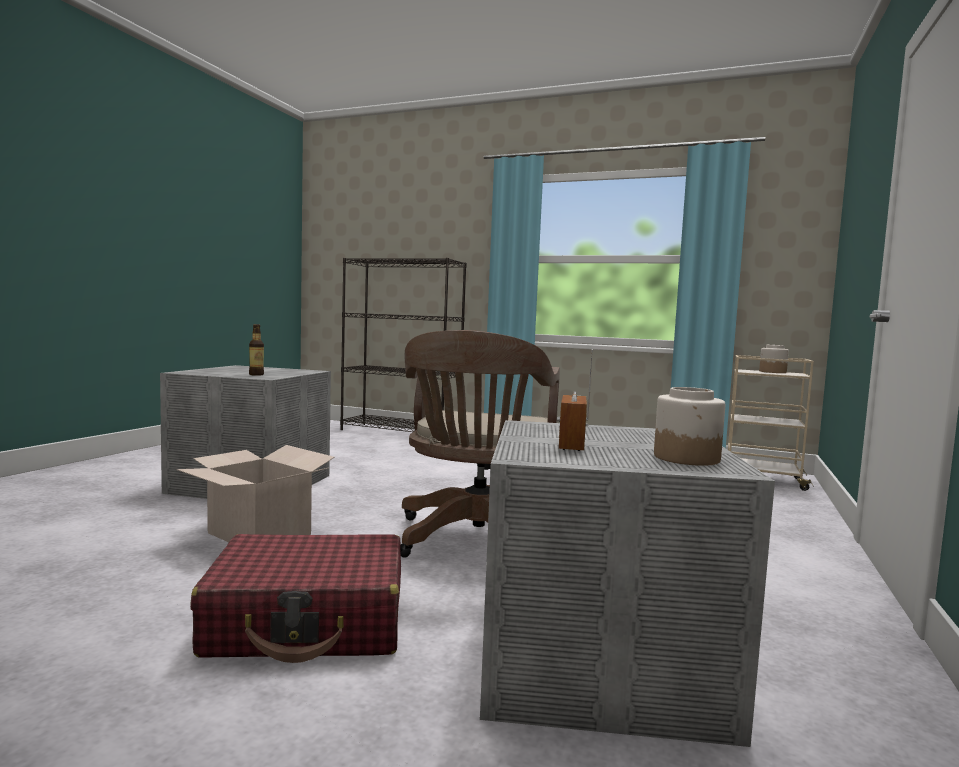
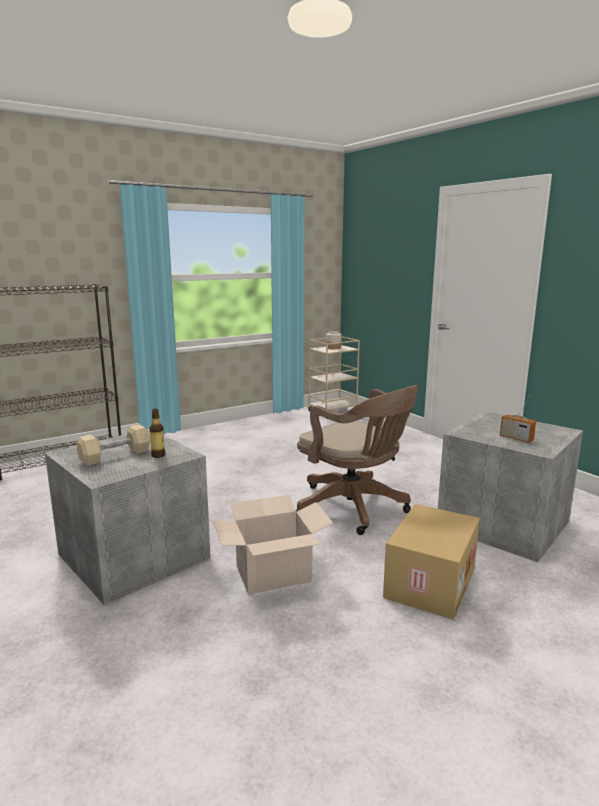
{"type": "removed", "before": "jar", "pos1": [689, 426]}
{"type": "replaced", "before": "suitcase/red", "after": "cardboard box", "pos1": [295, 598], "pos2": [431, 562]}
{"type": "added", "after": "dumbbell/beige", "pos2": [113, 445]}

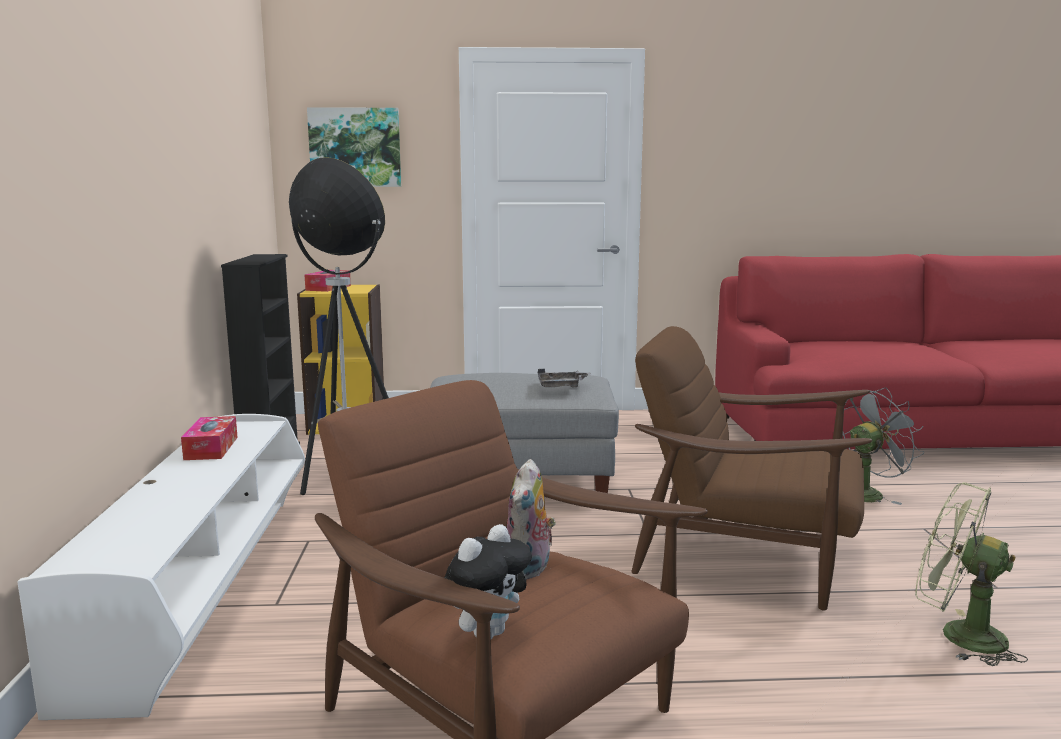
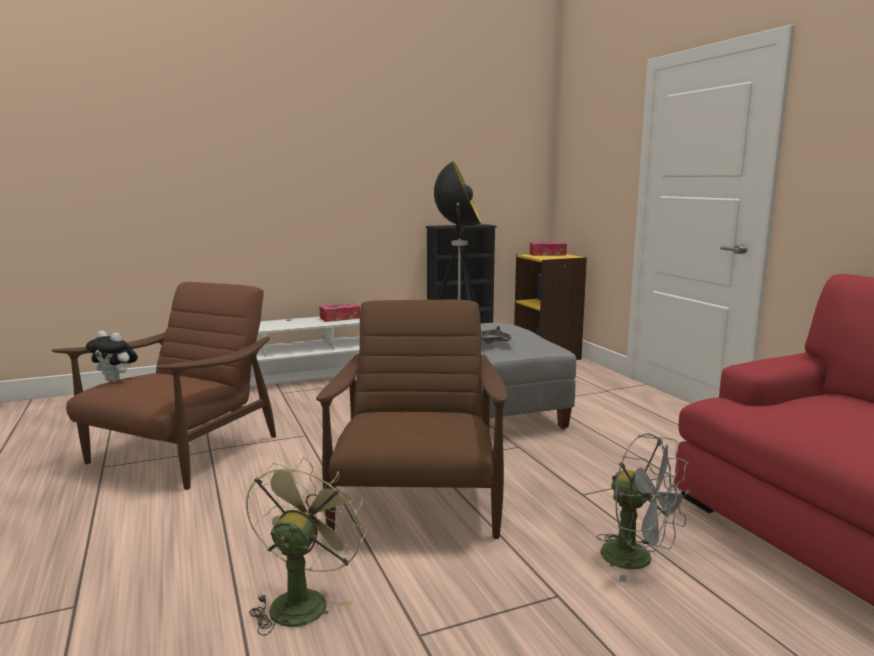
{"type": "removed", "before": "picture", "pos1": [354, 147]}
{"type": "removed", "before": "plush toy", "pos1": [531, 519]}

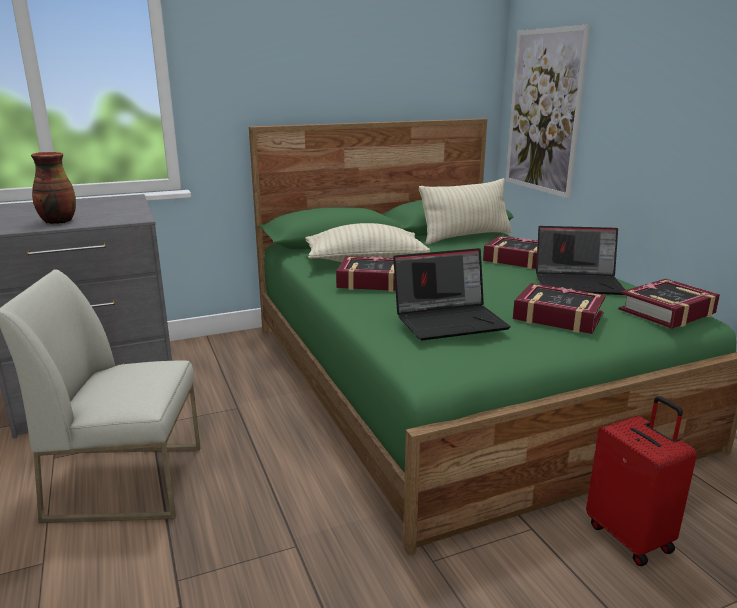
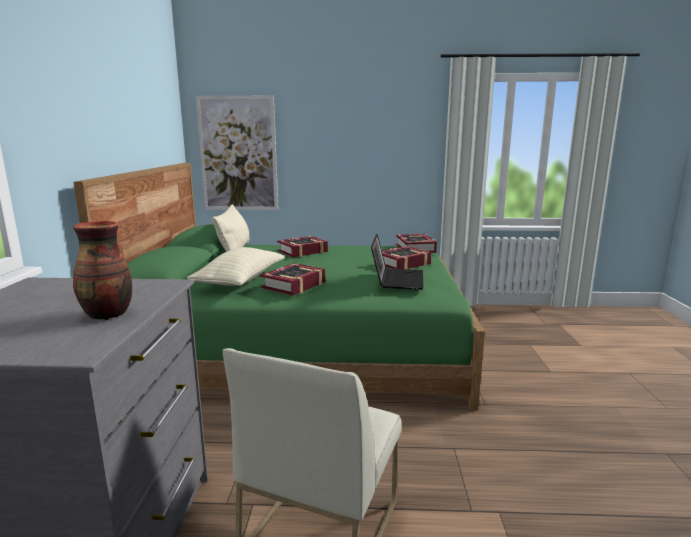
{"type": "removed", "before": "laptop", "pos1": [580, 260]}
{"type": "removed", "before": "suitcase/red", "pos1": [641, 481]}

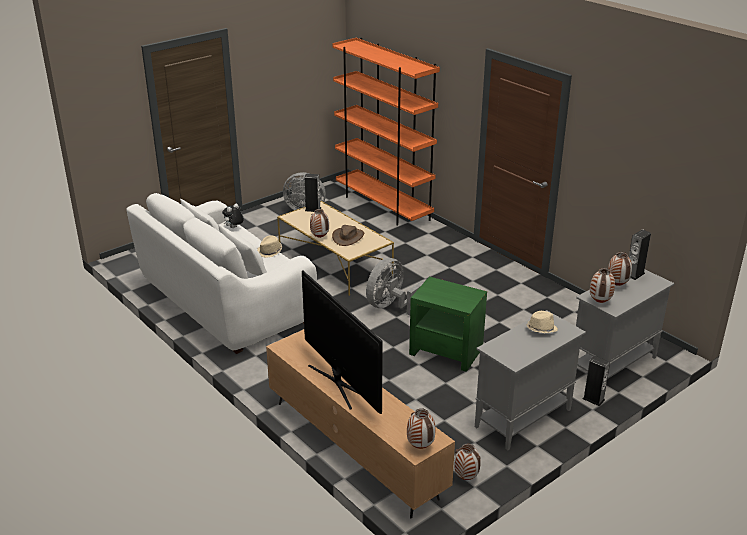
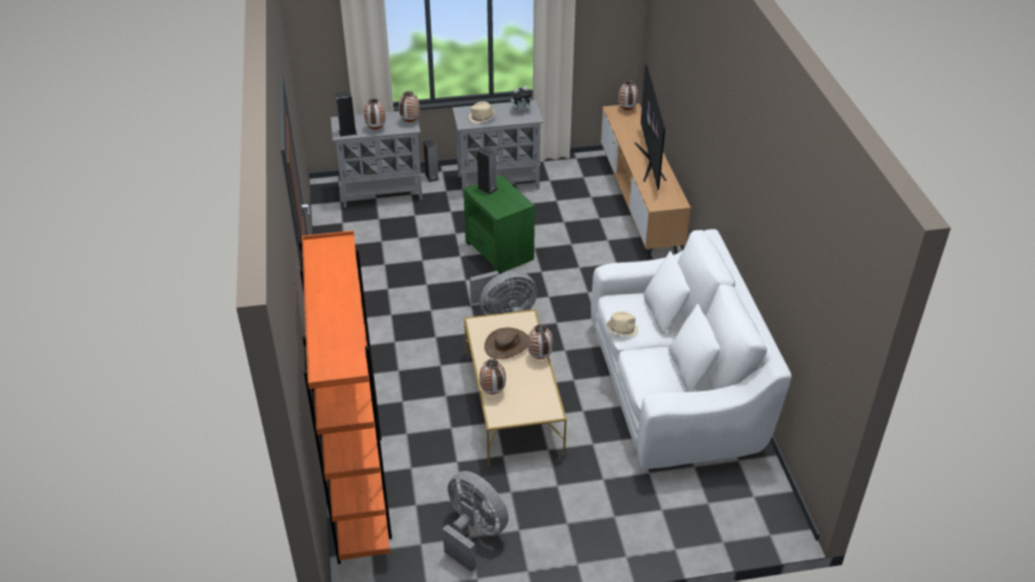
{"type": "moved", "before": "speaker", "pos1": [312, 192], "pos2": [487, 170]}
{"type": "moved", "before": "plush toy", "pos1": [233, 215], "pos2": [522, 99]}
{"type": "moved", "before": "vase", "pos1": [467, 461], "pos2": [492, 376]}

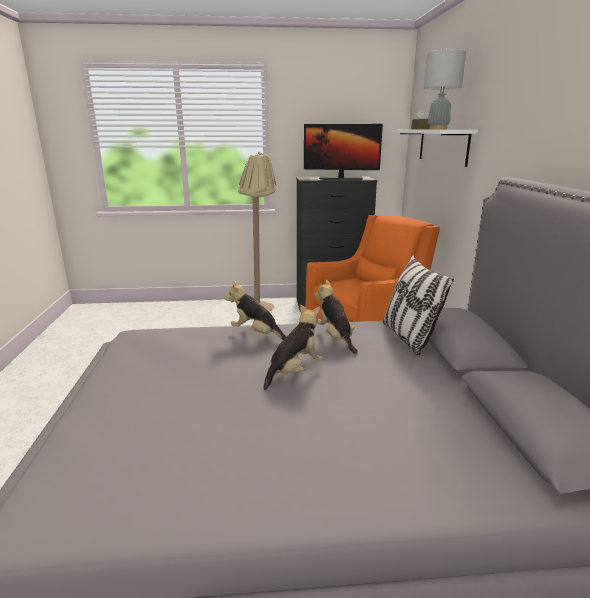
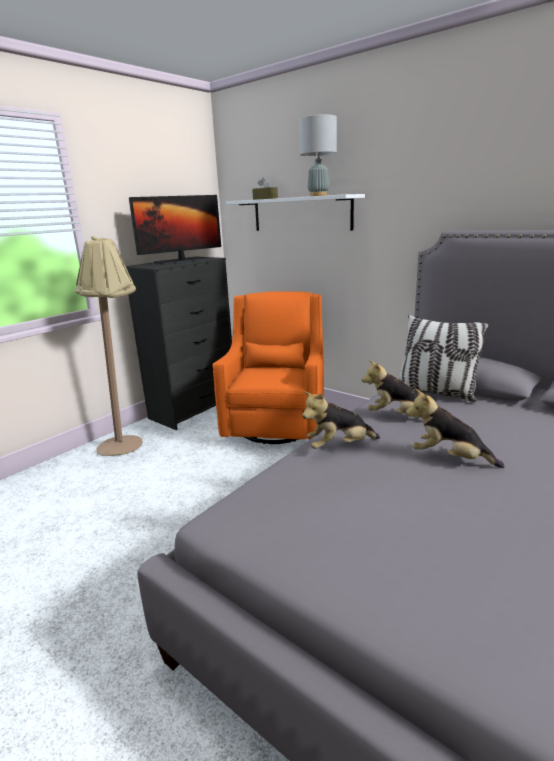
{"type": "turned", "before": "plush toy", "pos1": [293, 347], "pos2": [455, 428], "turn": -60}

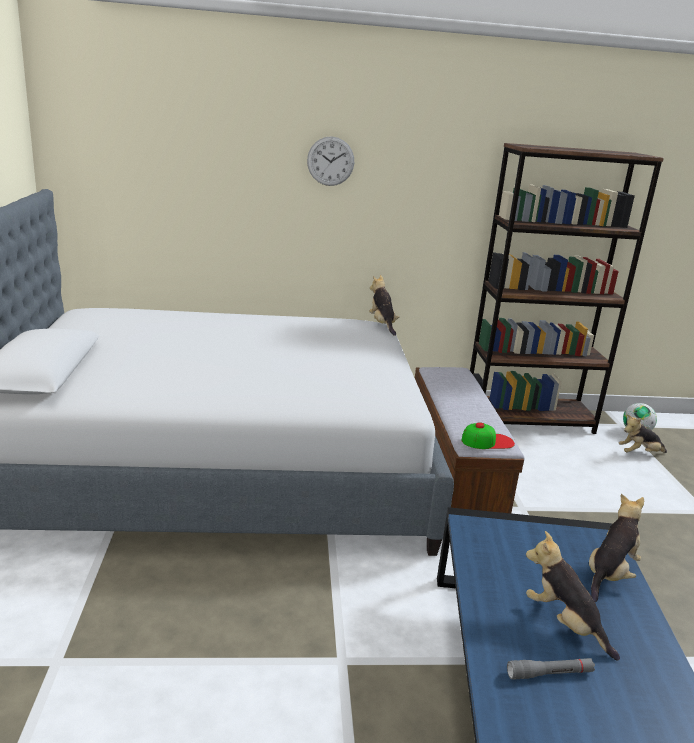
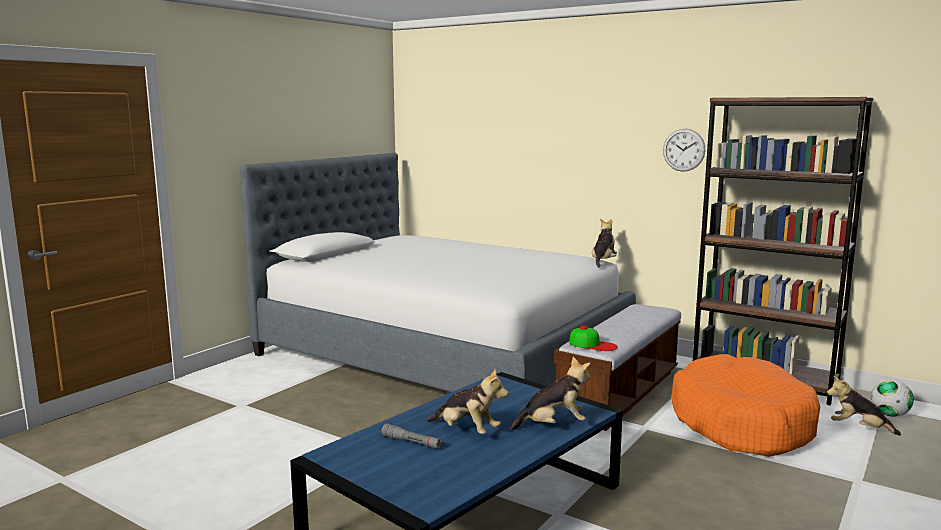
{"type": "moved", "before": "wall clock", "pos1": [330, 161], "pos2": [684, 150]}
{"type": "turned", "before": "plush toy", "pos1": [573, 596], "pos2": [468, 401], "turn": 120}
{"type": "added", "after": "dog bed/orange", "pos2": [745, 405]}

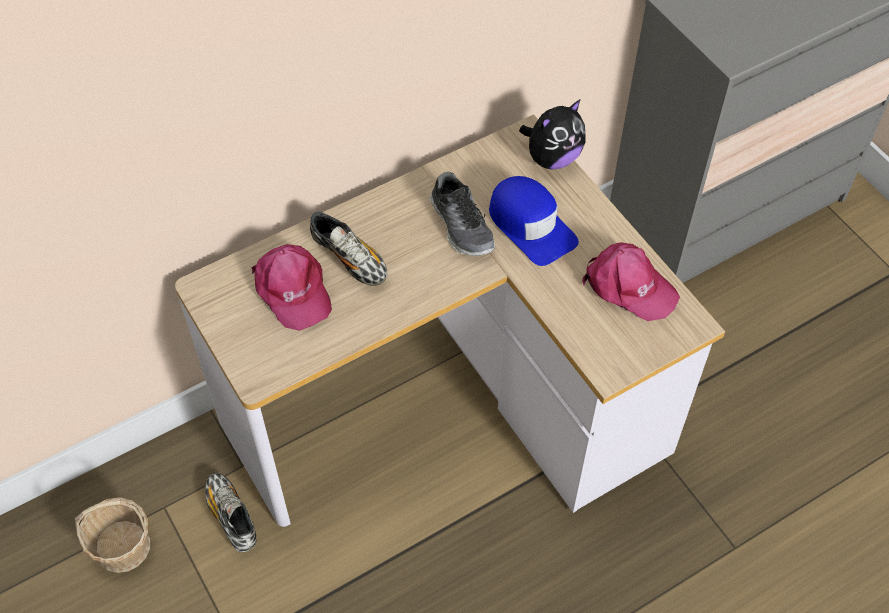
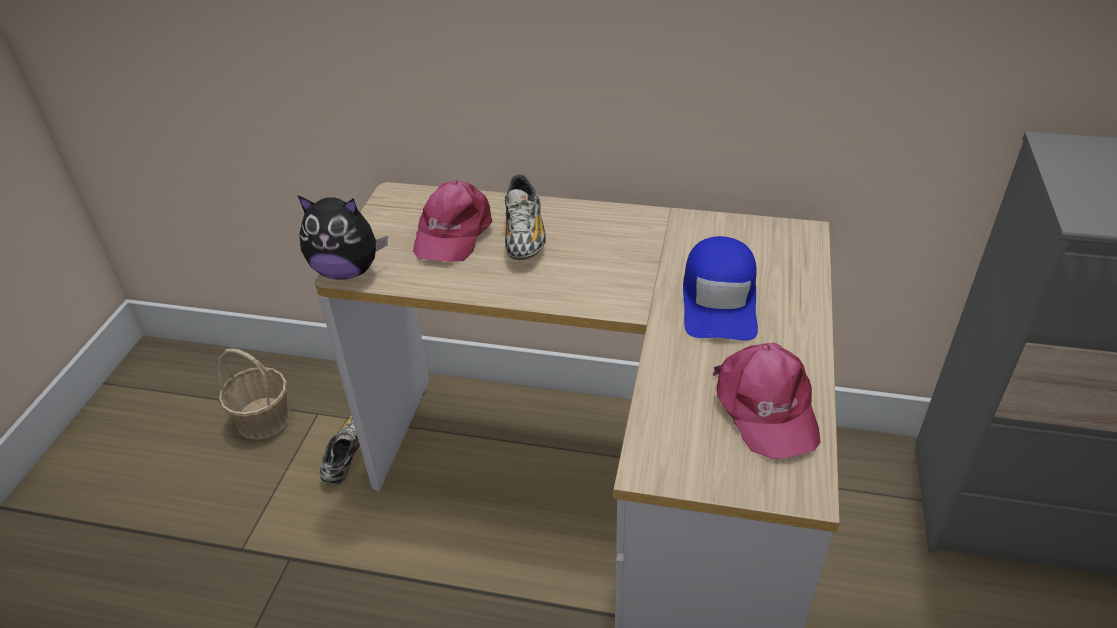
{"type": "moved", "before": "plush toy", "pos1": [552, 134], "pos2": [343, 238]}
{"type": "removed", "before": "shoe", "pos1": [462, 214]}

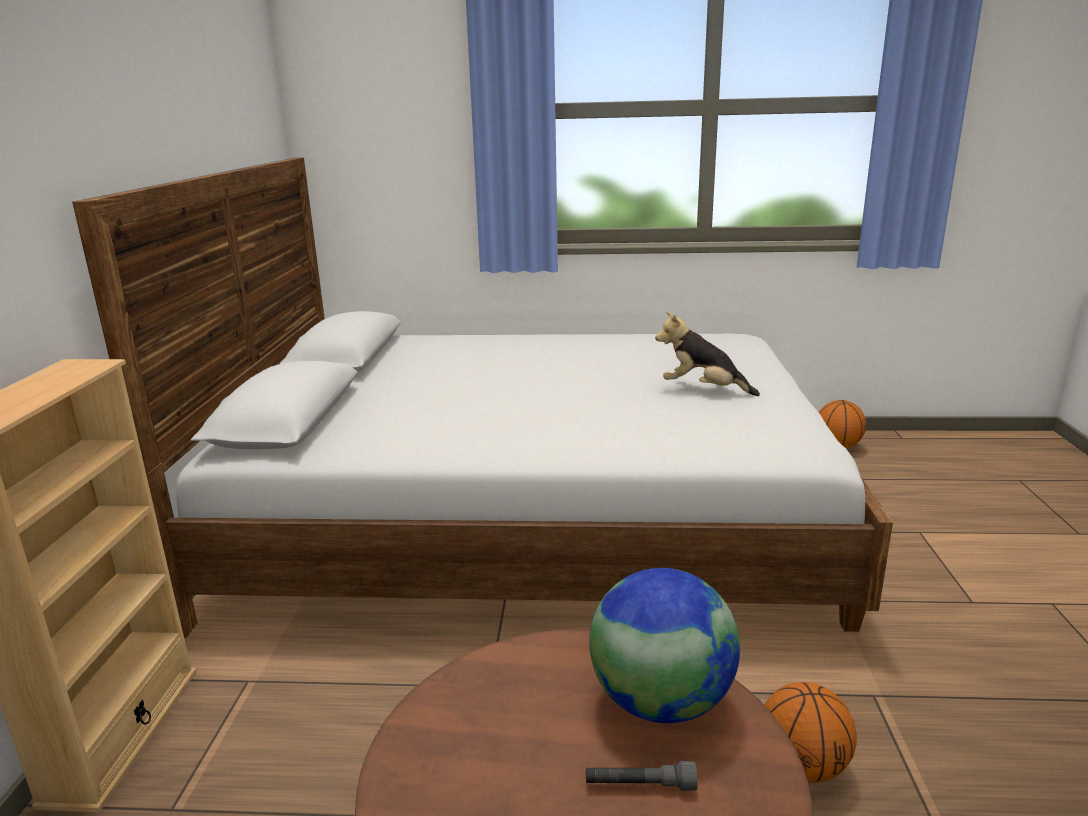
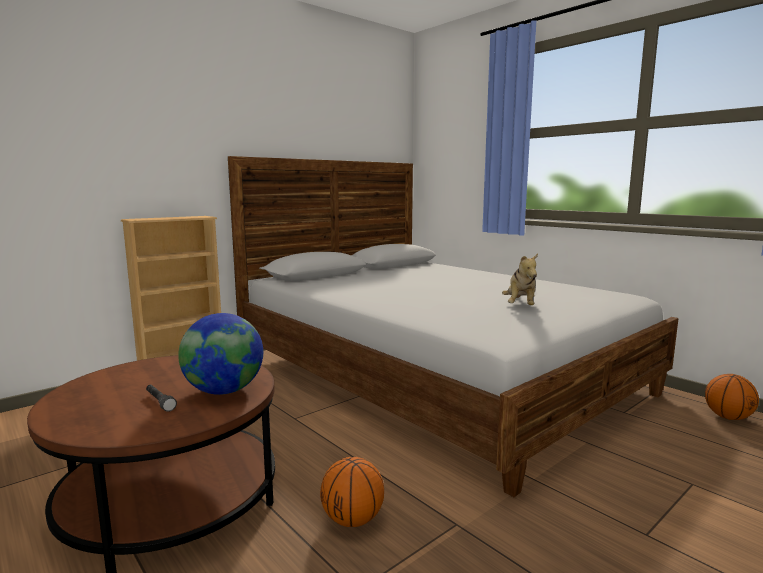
{"type": "turned", "before": "plush toy", "pos1": [707, 353], "pos2": [520, 279], "turn": -150}

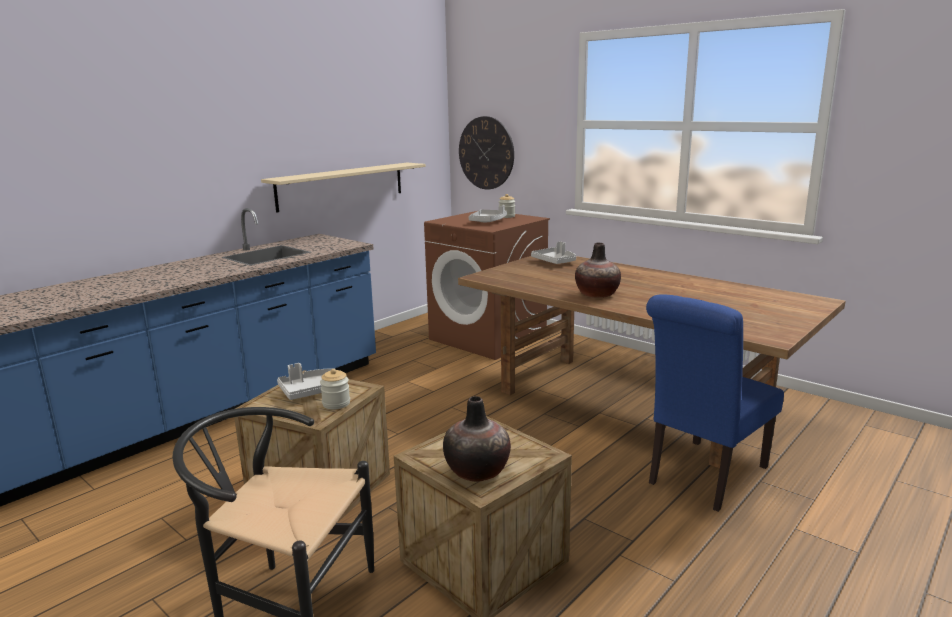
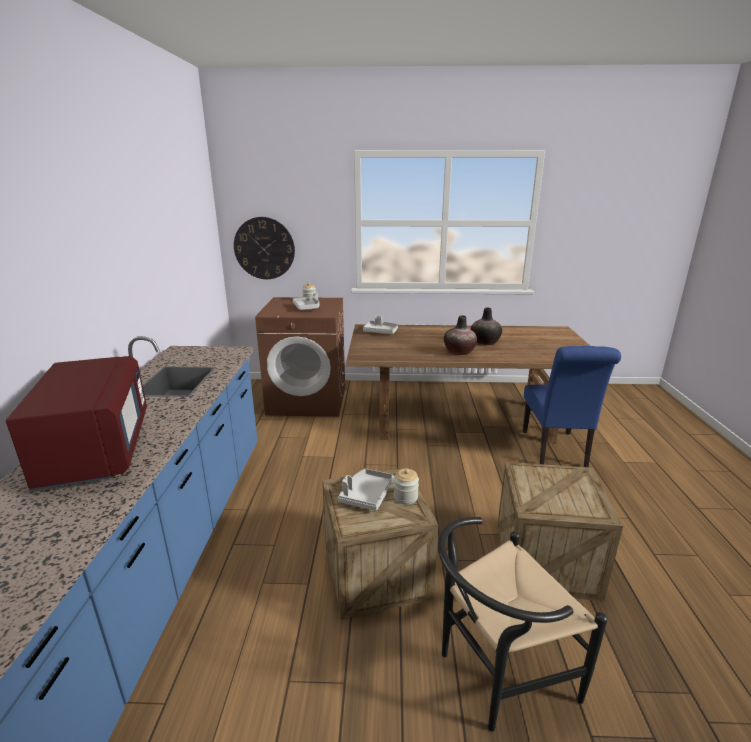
{"type": "removed", "before": "shelf/beige", "pos1": [343, 188]}
{"type": "moved", "before": "vase", "pos1": [477, 439], "pos2": [486, 326]}
{"type": "added", "after": "microwave/red", "pos2": [76, 423]}

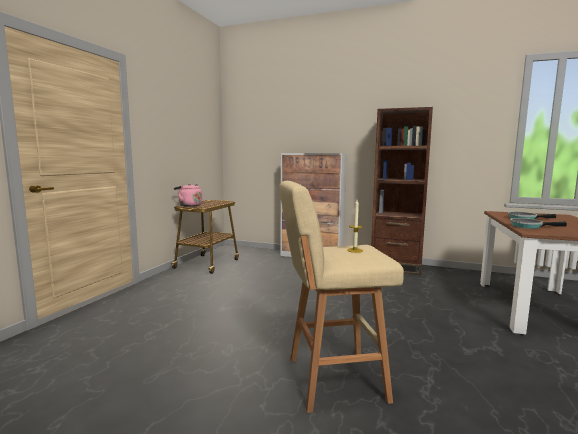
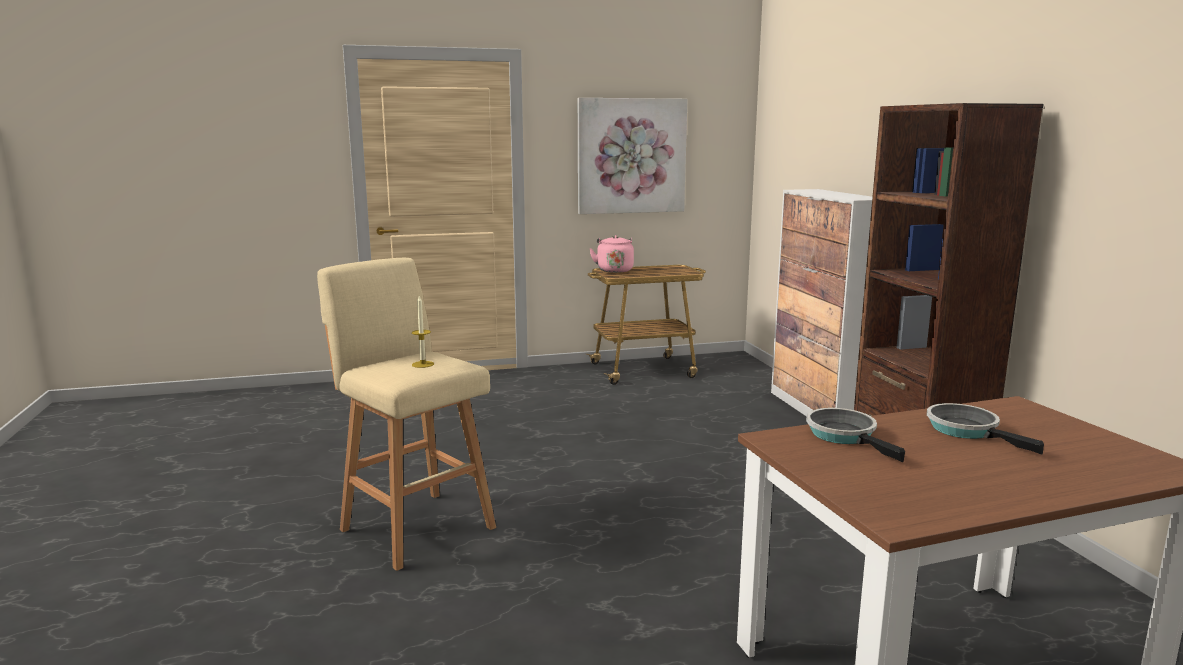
{"type": "added", "after": "picture", "pos2": [633, 156]}

